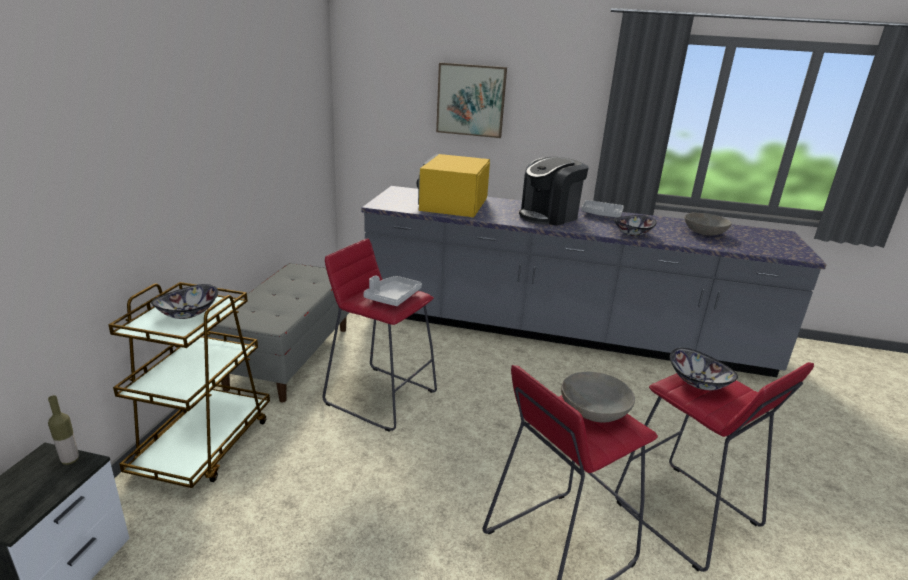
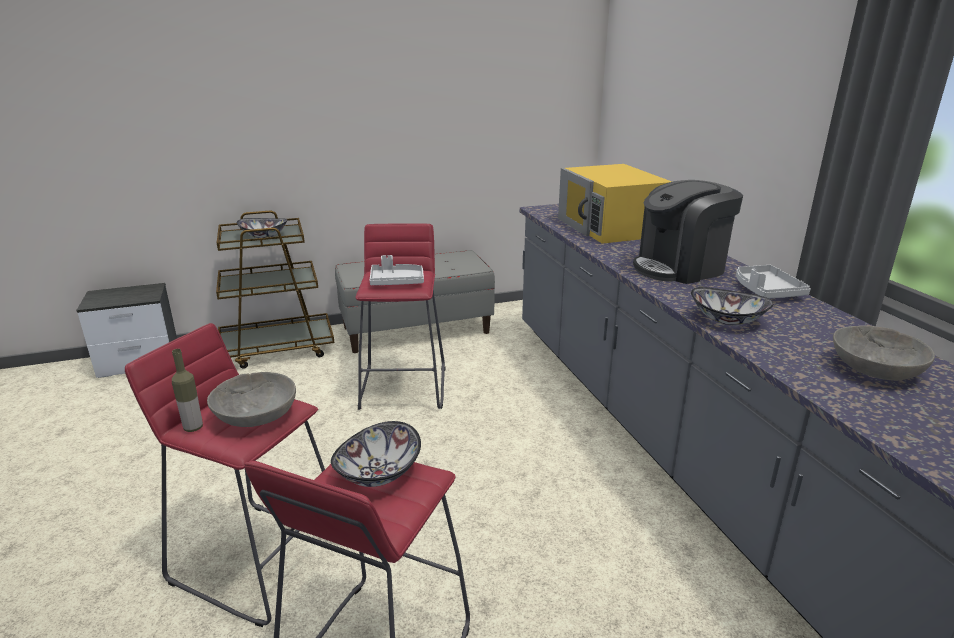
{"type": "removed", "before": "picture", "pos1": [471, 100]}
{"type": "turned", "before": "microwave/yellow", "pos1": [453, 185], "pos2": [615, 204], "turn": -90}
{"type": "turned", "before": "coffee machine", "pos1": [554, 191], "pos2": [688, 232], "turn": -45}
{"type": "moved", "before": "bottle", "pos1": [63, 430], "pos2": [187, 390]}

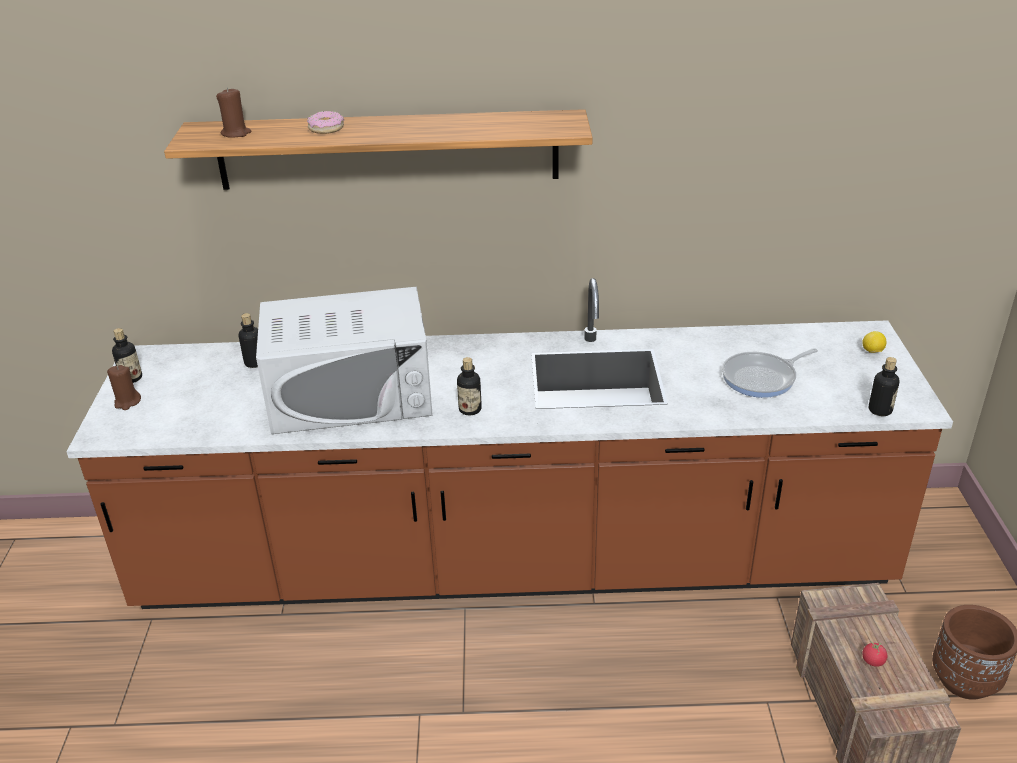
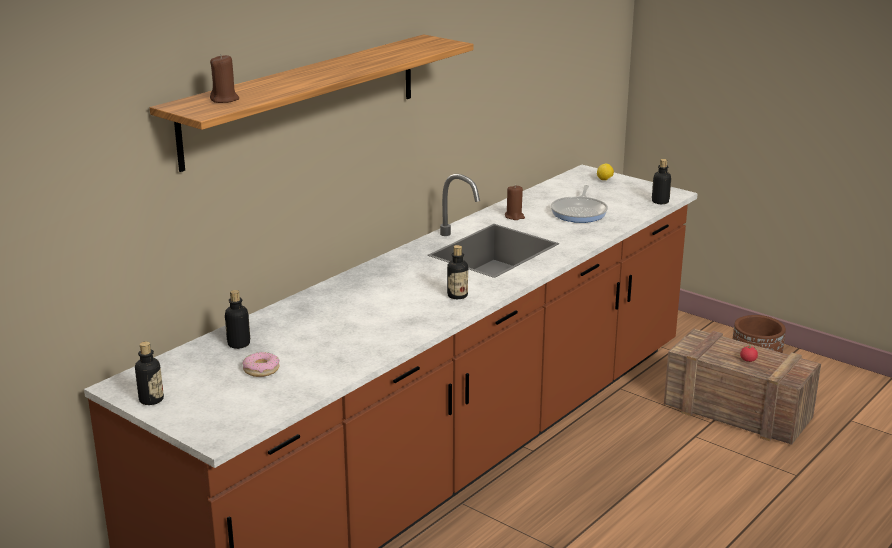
{"type": "moved", "before": "donut", "pos1": [325, 122], "pos2": [260, 364]}
{"type": "removed", "before": "microwave/white", "pos1": [344, 360]}
{"type": "moved", "before": "candle/brown", "pos1": [124, 387], "pos2": [515, 202]}

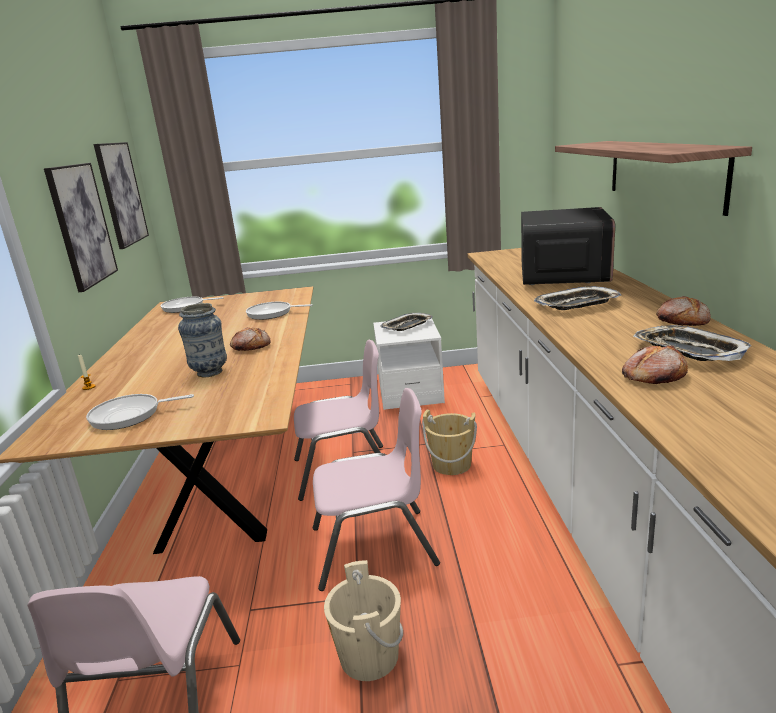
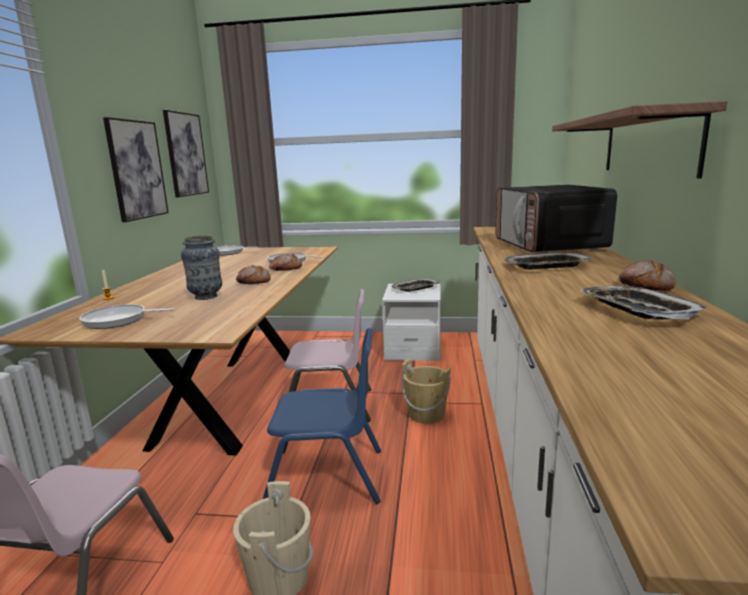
{"type": "turned", "before": "microwave", "pos1": [568, 246], "pos2": [556, 219], "turn": 150}
{"type": "moved", "before": "bread", "pos1": [655, 364], "pos2": [285, 262]}
{"type": "recoloured", "before": "chair/pink", "after": "chair/blue", "pos1": [376, 489], "pos2": [322, 416]}

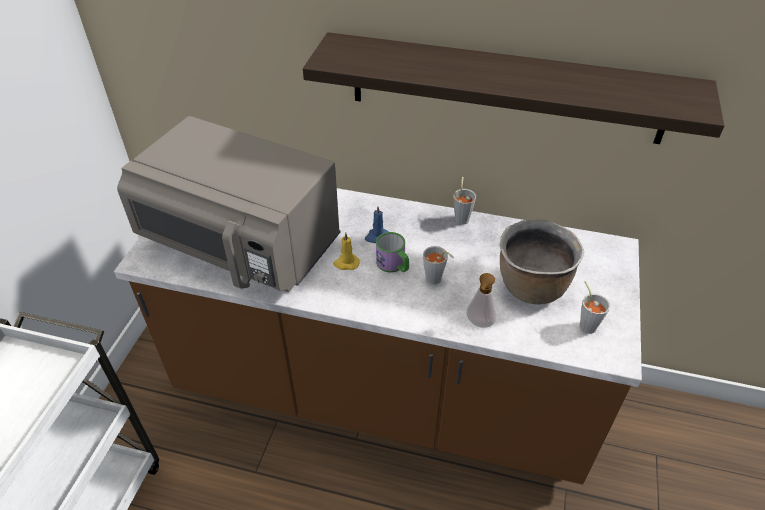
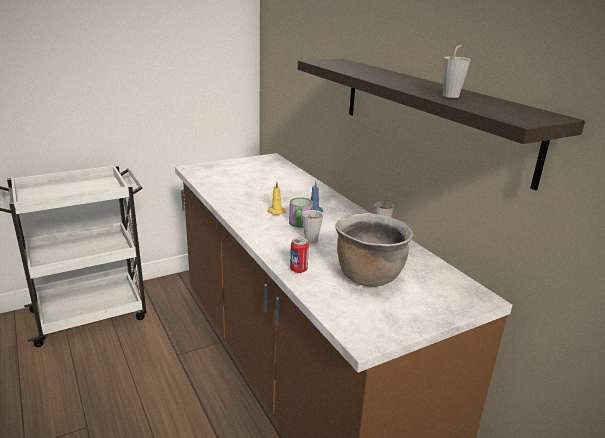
{"type": "removed", "before": "microwave/grey", "pos1": [229, 204]}
{"type": "replaced", "before": "soap dispenser", "after": "can", "pos1": [481, 300], "pos2": [299, 255]}
{"type": "moved", "before": "cup/grey", "pos1": [595, 307], "pos2": [456, 71]}

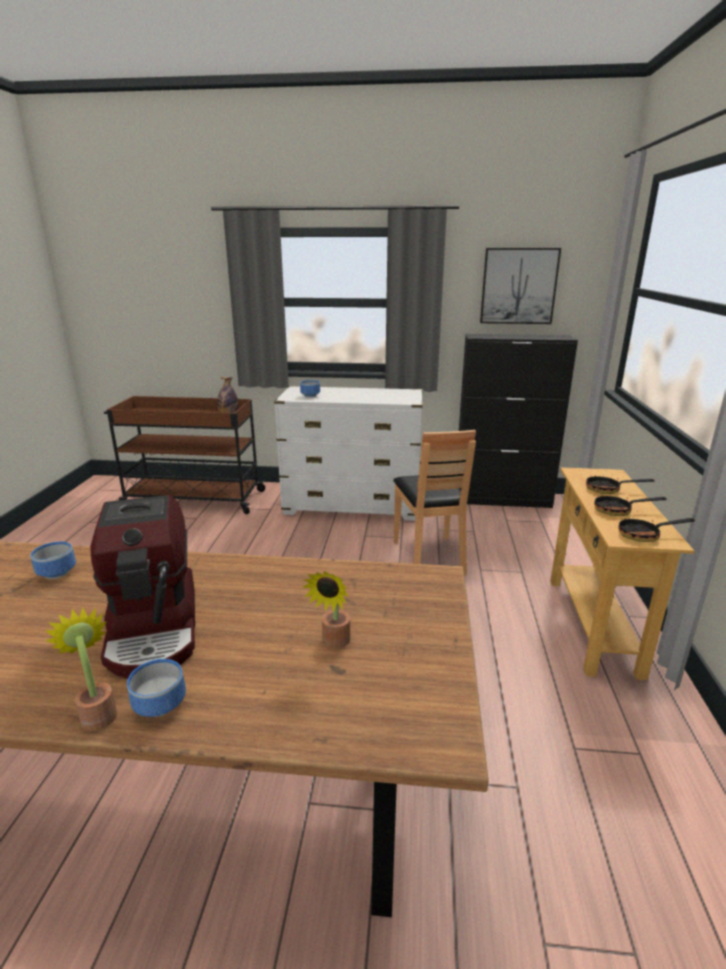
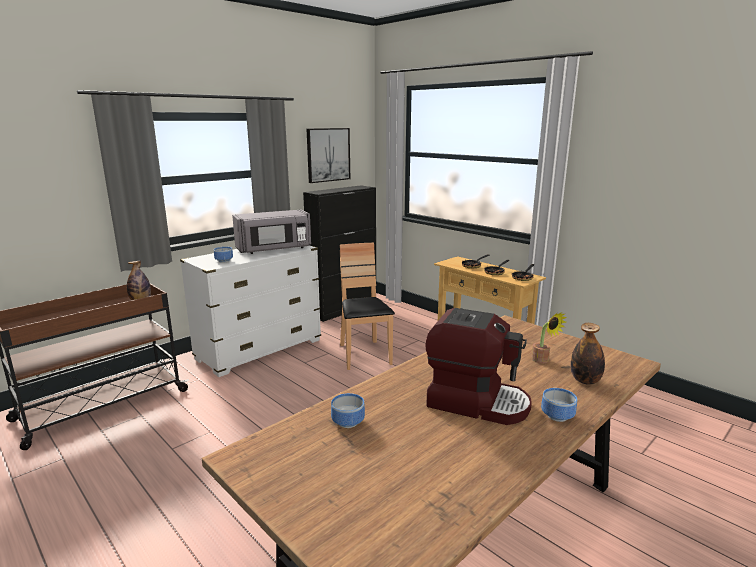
{"type": "turned", "before": "chair/brown", "pos1": [434, 502], "pos2": [367, 306], "turn": -135}
{"type": "removed", "before": "potted plant", "pos1": [81, 669]}
{"type": "added", "after": "microwave/grey", "pos2": [271, 231]}
{"type": "added", "after": "bottle", "pos2": [588, 354]}

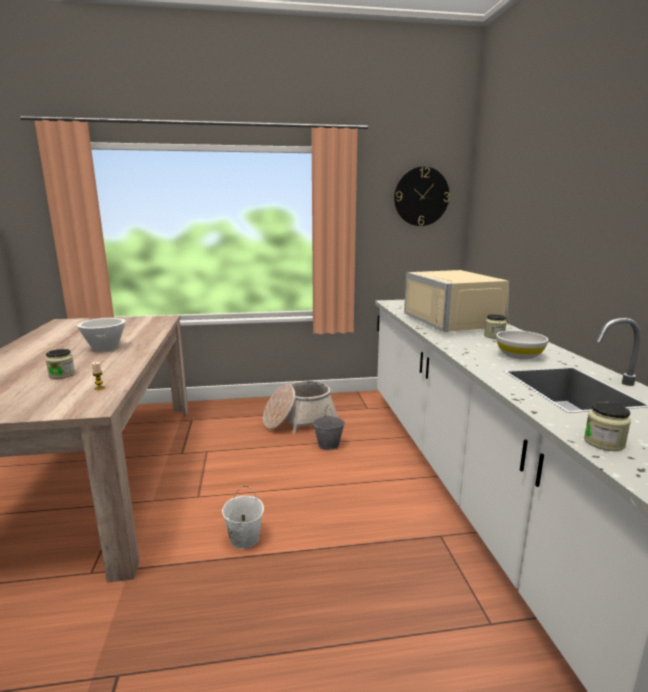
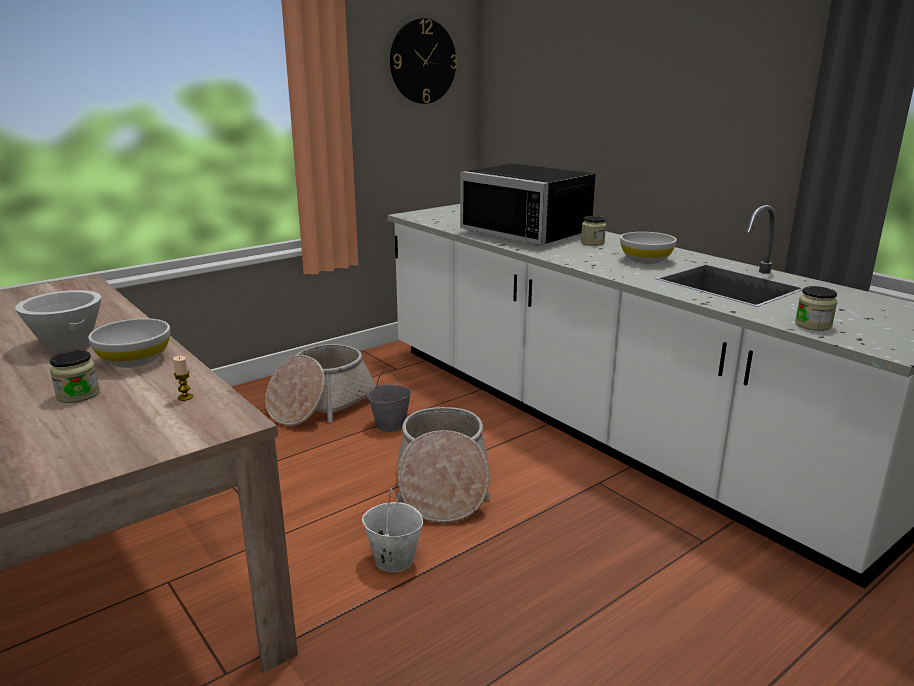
{"type": "recoloured", "before": "microwave/beige", "after": "microwave/black", "pos1": [457, 301], "pos2": [528, 204]}
{"type": "added", "after": "bowl/white", "pos2": [129, 343]}
{"type": "added", "after": "basket", "pos2": [443, 465]}

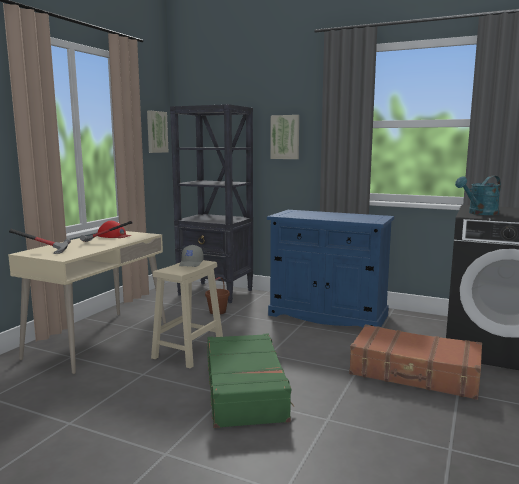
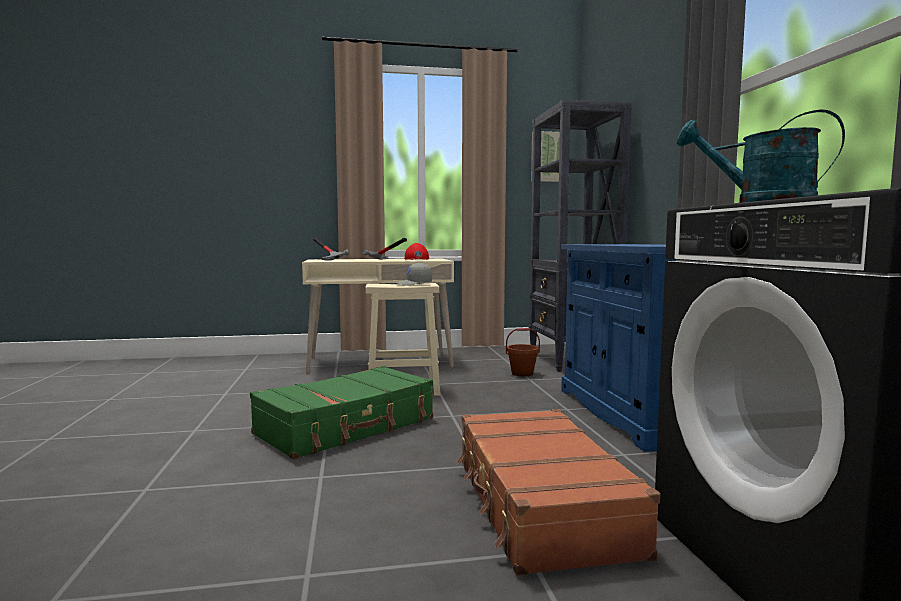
{"type": "removed", "before": "picture", "pos1": [284, 137]}

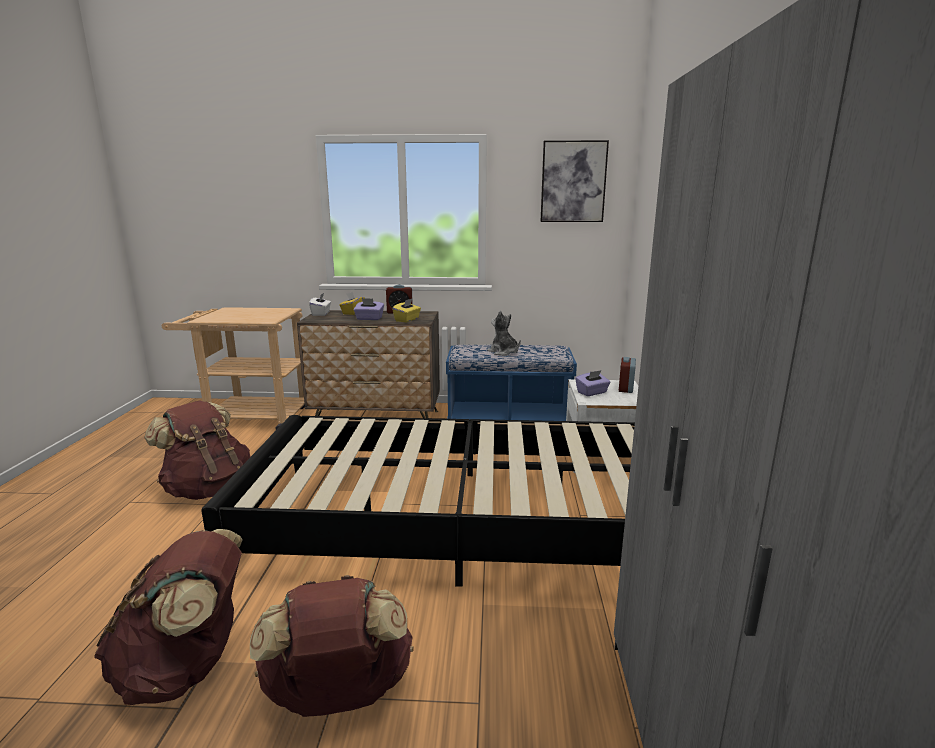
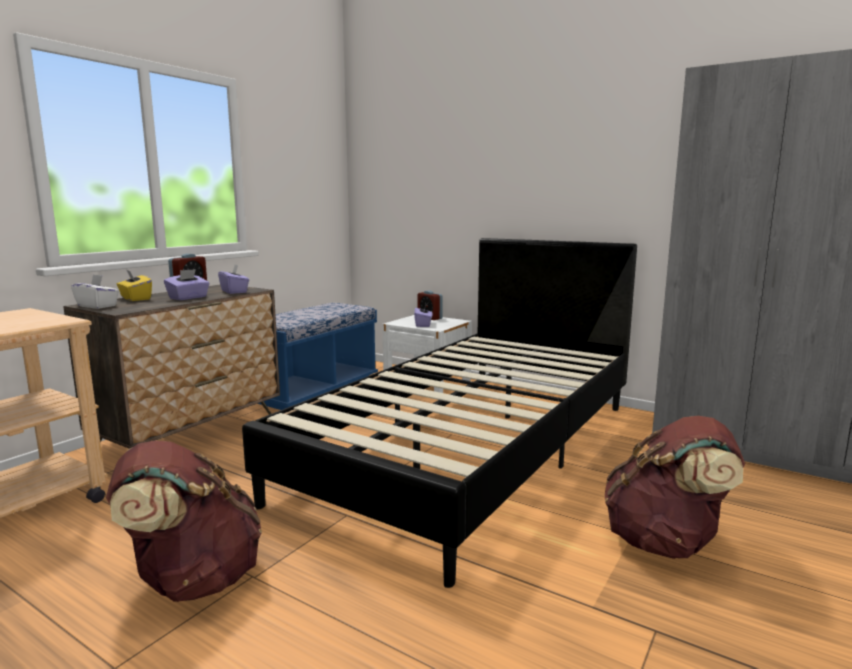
{"type": "removed", "before": "picture", "pos1": [574, 181]}
{"type": "recoloured", "before": "tissue box/yellow", "after": "tissue box/purple", "pos1": [406, 310], "pos2": [233, 279]}
{"type": "removed", "before": "plush toy", "pos1": [504, 333]}
{"type": "removed", "before": "backpack/brown", "pos1": [168, 617]}

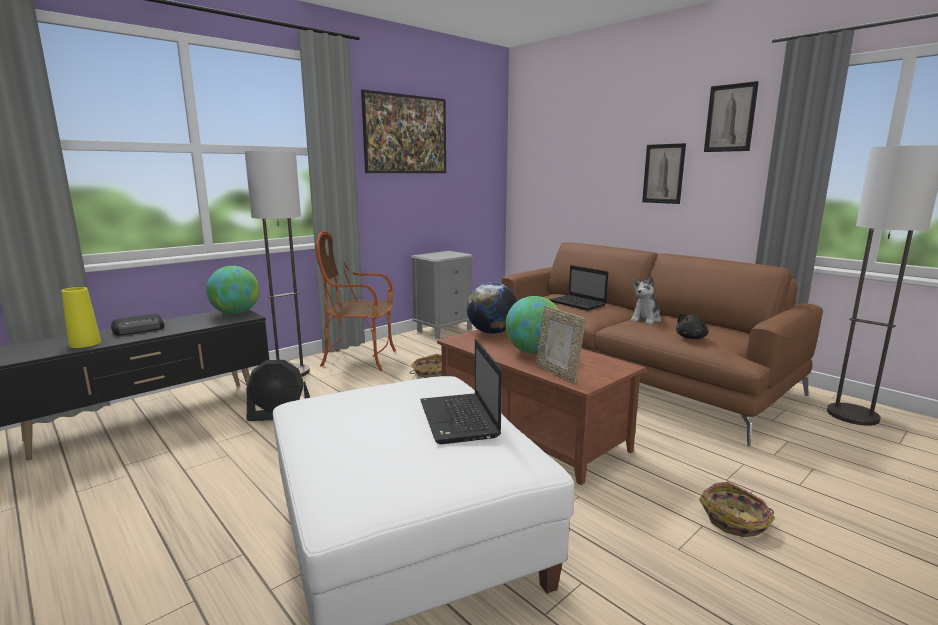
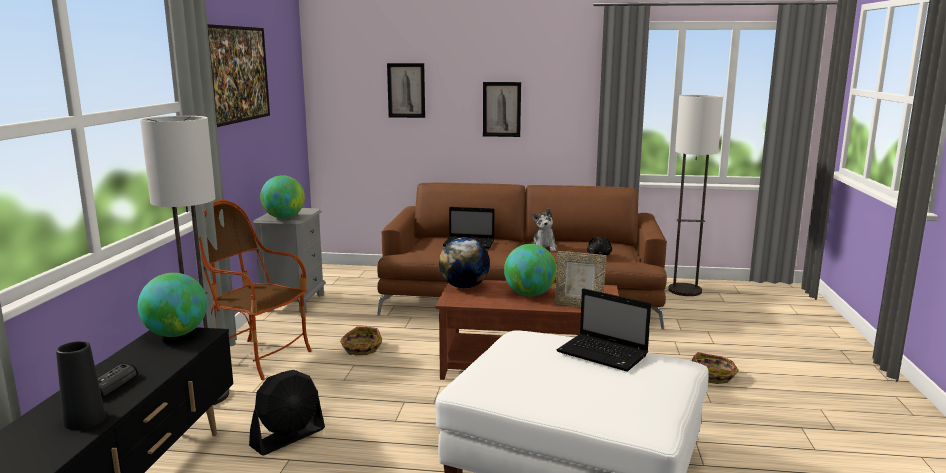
{"type": "moved", "before": "picture", "pos1": [731, 116], "pos2": [406, 90]}
{"type": "turned", "before": "armchair", "pos1": [356, 301], "pos2": [255, 290], "turn": 60}
{"type": "recoloured", "before": "vase/yellow", "after": "vase/black", "pos1": [81, 317], "pos2": [81, 385]}
{"type": "added", "after": "globe", "pos2": [282, 197]}

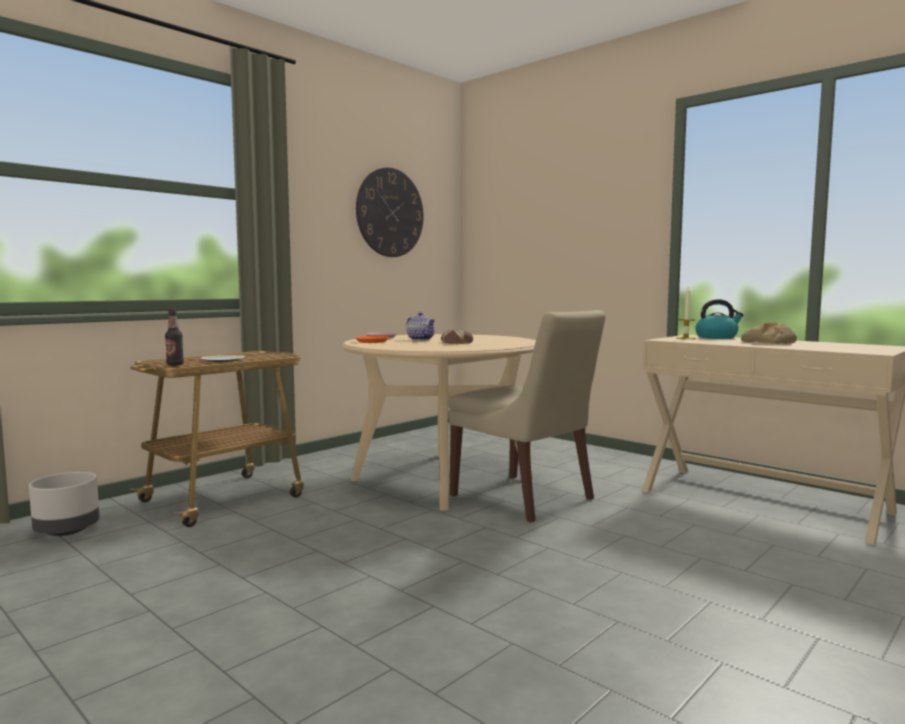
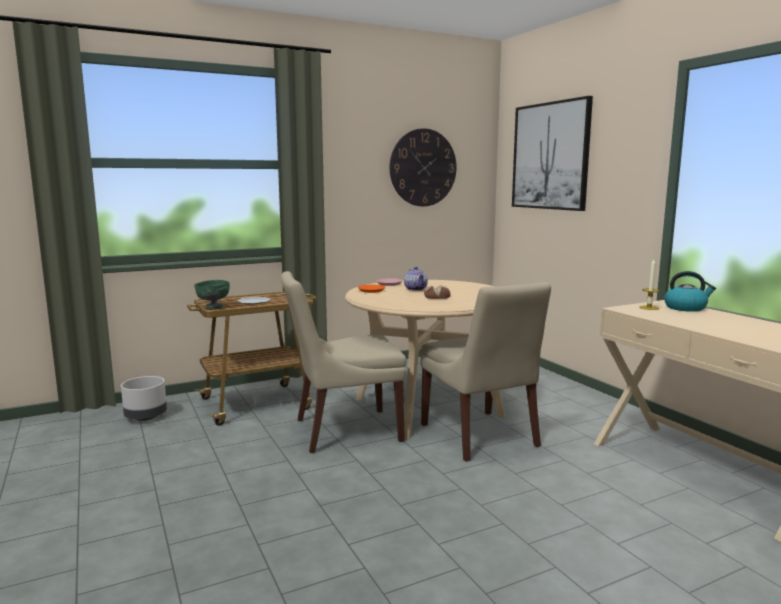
{"type": "replaced", "before": "bottle", "after": "bowl/green", "pos1": [174, 337], "pos2": [212, 294]}
{"type": "removed", "before": "bread", "pos1": [769, 333]}
{"type": "added", "after": "picture", "pos2": [552, 153]}
{"type": "added", "after": "chair/beige", "pos2": [343, 362]}

